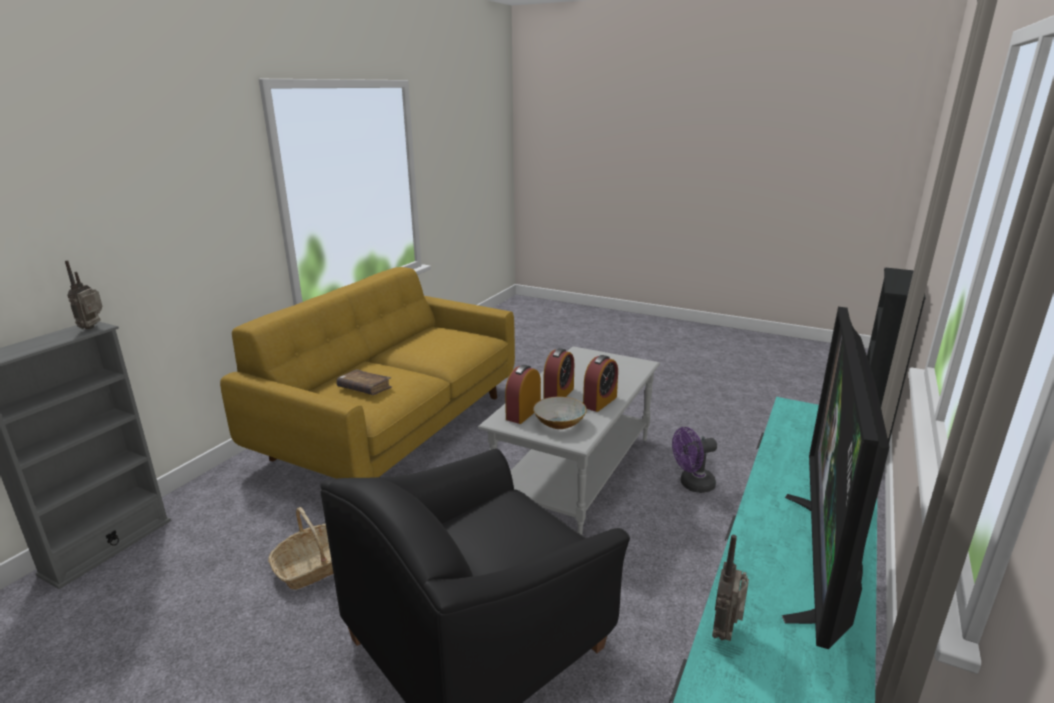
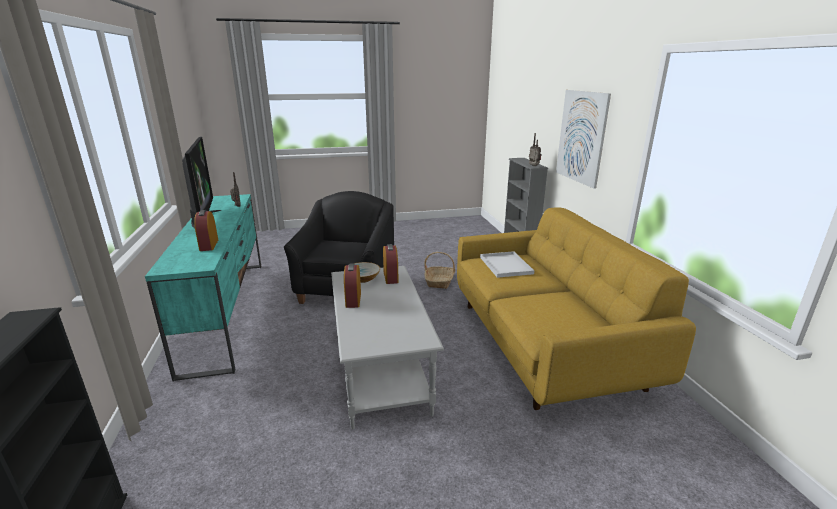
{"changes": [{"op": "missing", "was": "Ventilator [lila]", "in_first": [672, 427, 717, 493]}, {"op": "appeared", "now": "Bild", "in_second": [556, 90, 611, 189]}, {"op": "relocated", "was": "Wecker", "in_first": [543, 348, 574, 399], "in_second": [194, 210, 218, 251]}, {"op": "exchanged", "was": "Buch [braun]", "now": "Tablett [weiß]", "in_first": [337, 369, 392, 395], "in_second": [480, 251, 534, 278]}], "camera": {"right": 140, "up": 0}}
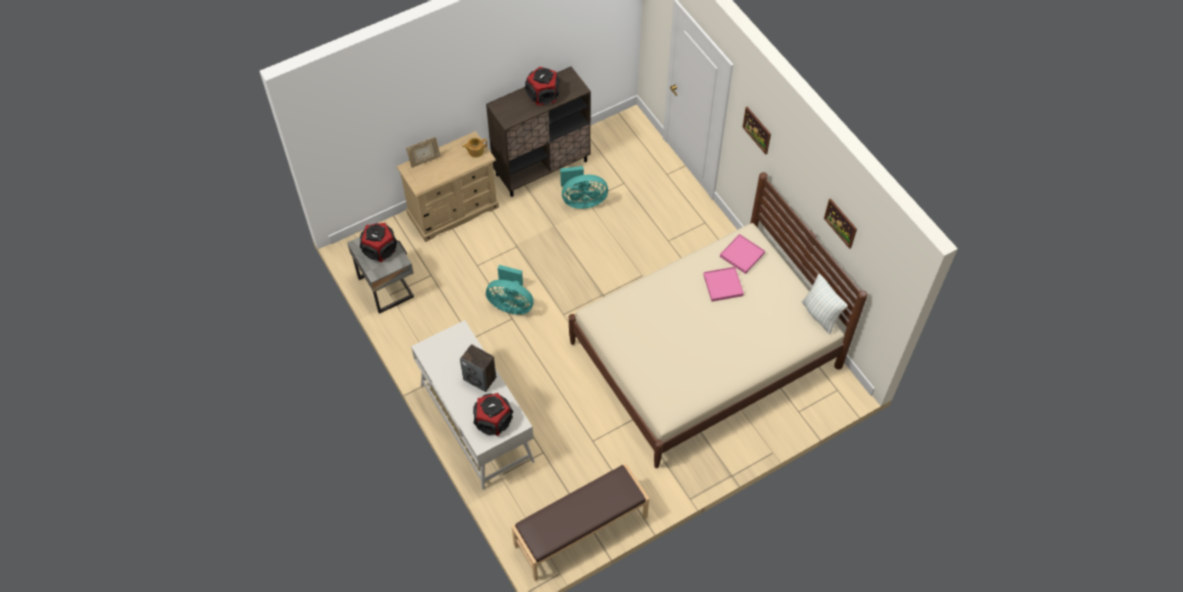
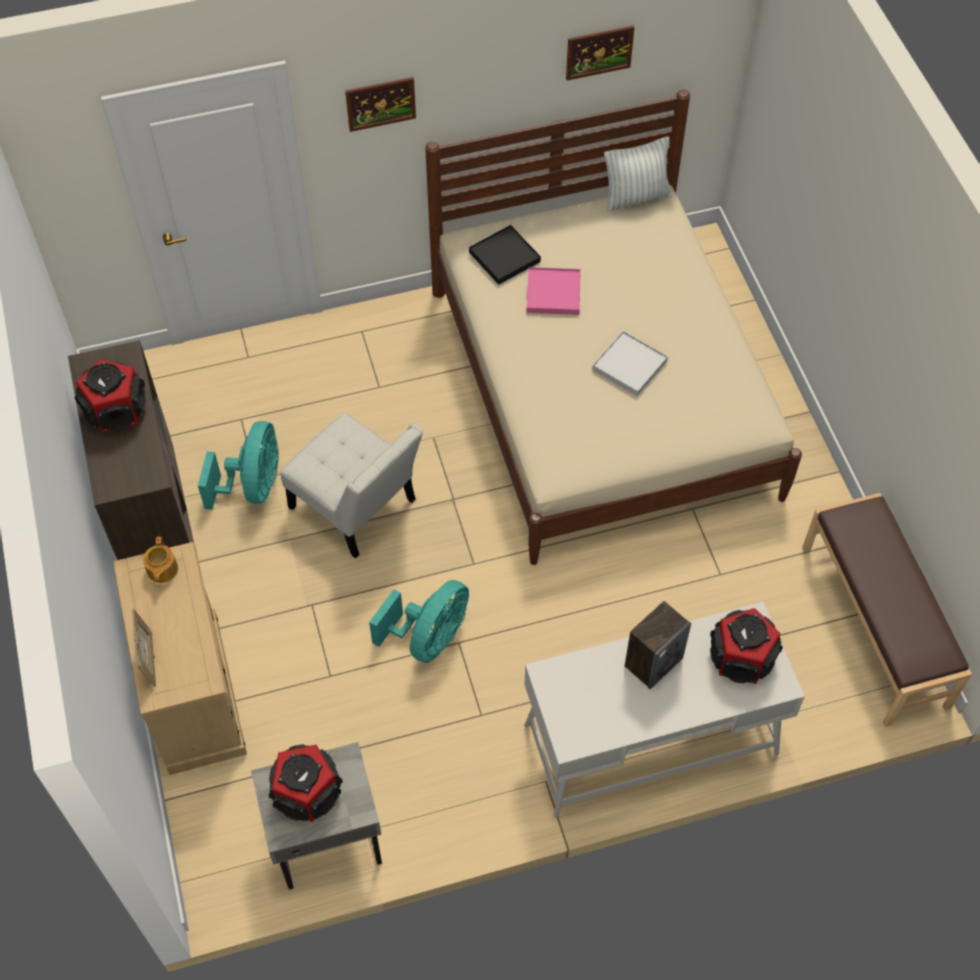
{"changes": [{"op": "appeared", "now": "Stuhl [weiß]", "in_second": [281, 413, 423, 559]}, {"op": "appeared", "now": "Tablett [weiß]", "in_second": [592, 331, 668, 396]}, {"op": "colour", "was": "Tablett [rosa]", "now": "Tablett [schwarz]", "in_first": [720, 234, 765, 274], "in_second": [469, 225, 541, 285]}], "camera": {"right": -75, "up": 0}}
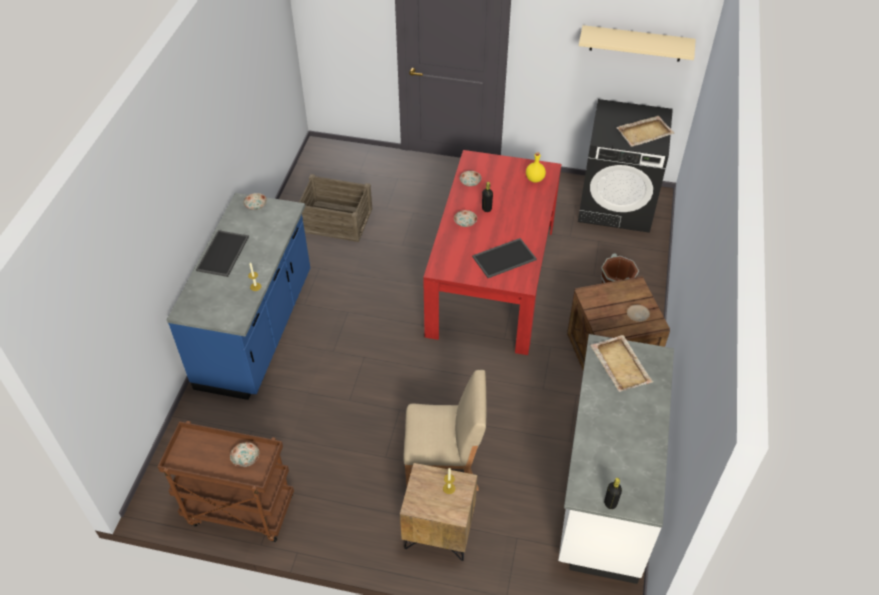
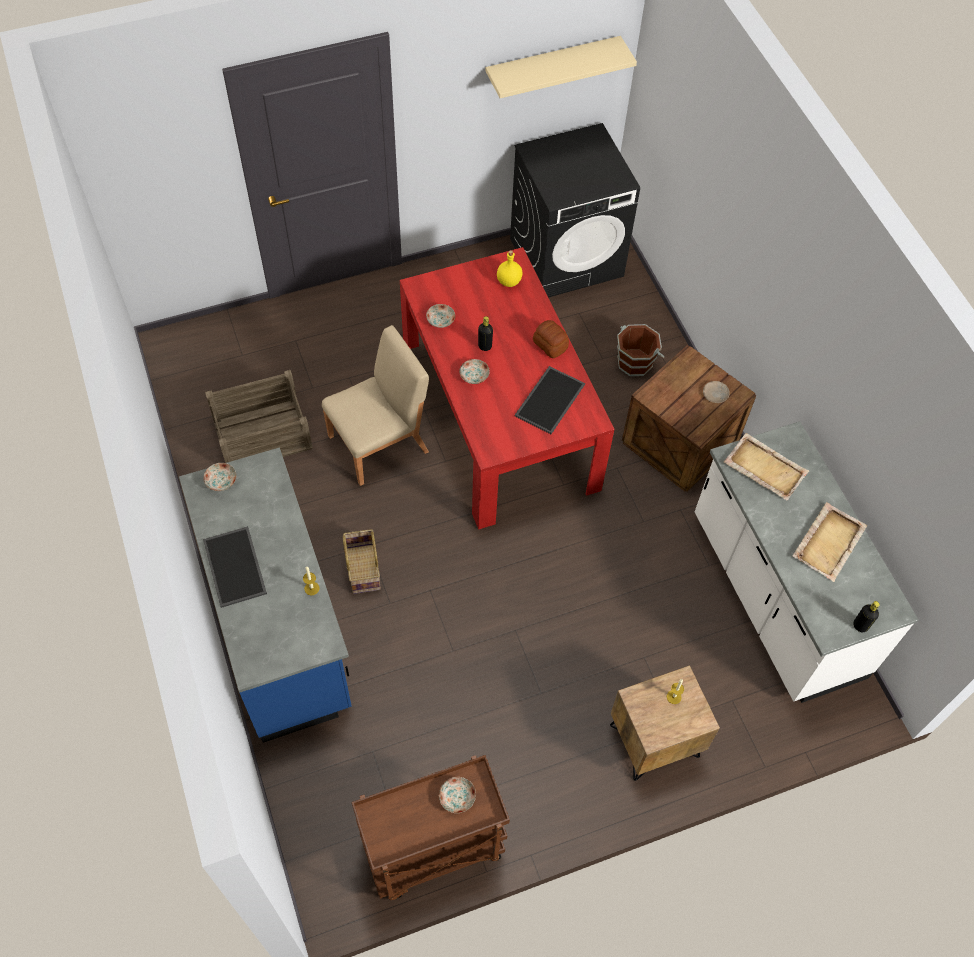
{"changes": [{"op": "appeared", "now": "Korb", "in_second": [343, 529, 381, 594]}, {"op": "appeared", "now": "Brot", "in_second": [533, 320, 569, 358]}, {"op": "relocated", "was": "Stuhl [beige]", "in_first": [403, 370, 486, 491], "in_second": [322, 325, 429, 486]}, {"op": "relocated", "was": "Tablett [beige]", "in_first": [616, 116, 674, 147], "in_second": [793, 502, 867, 582]}], "camera": {"right": -35, "up": 10}}
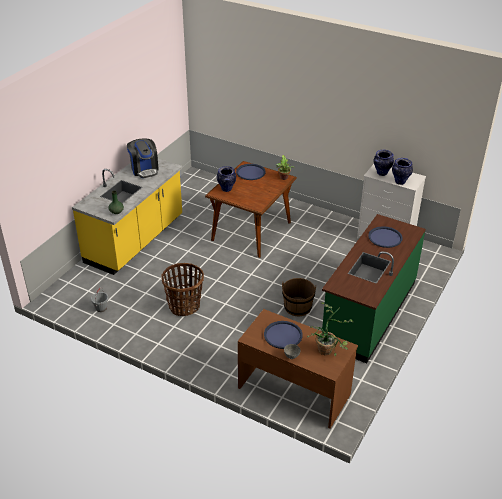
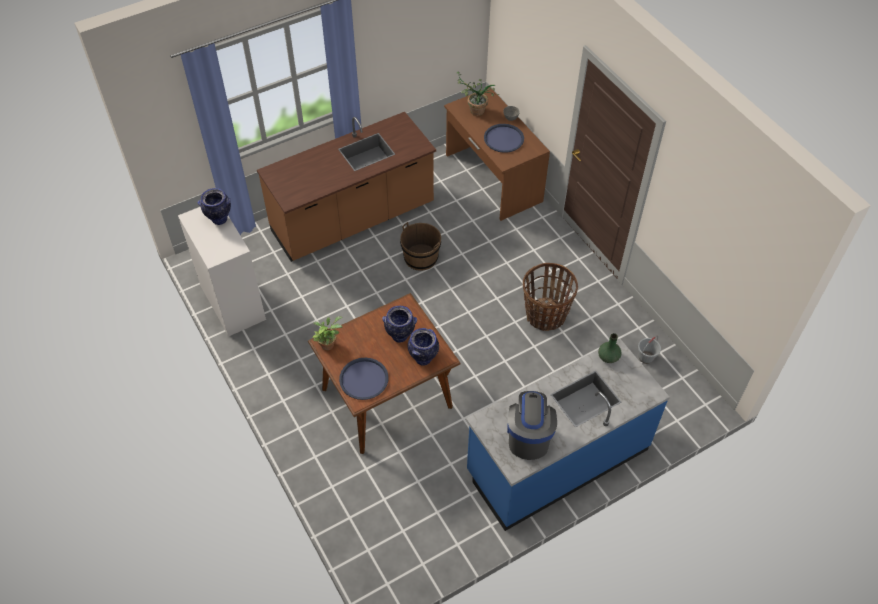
{"changes": [{"op": "missing", "was": "Tablett [blau]", "in_first": [368, 226, 403, 248]}, {"op": "relocated", "was": "Vase", "in_first": [374, 150, 394, 176], "in_second": [382, 306, 417, 343]}, {"op": "colour", "was": "Küchenzeile [gelb]", "now": "Küchenzeile [blau]", "in_first": [72, 158, 182, 275], "in_second": [466, 339, 670, 531]}, {"op": "colour", "was": "Küchenzeile [grün]", "now": "Küchenzeile [braun]", "in_first": [322, 214, 426, 363], "in_second": [257, 112, 436, 262]}], "camera": {"right": -150, "up": 15}}
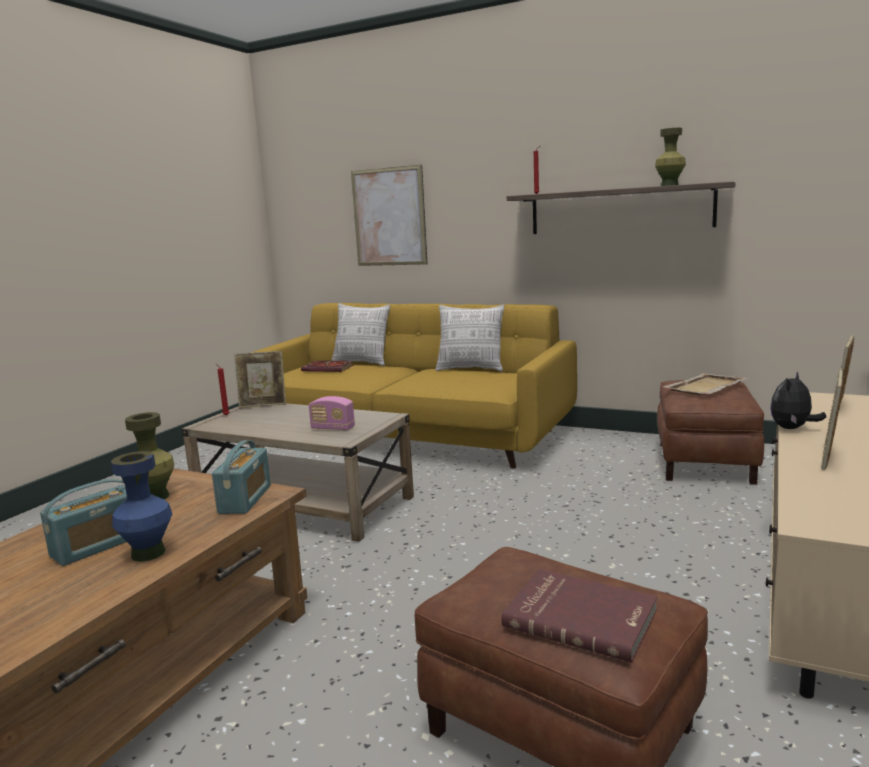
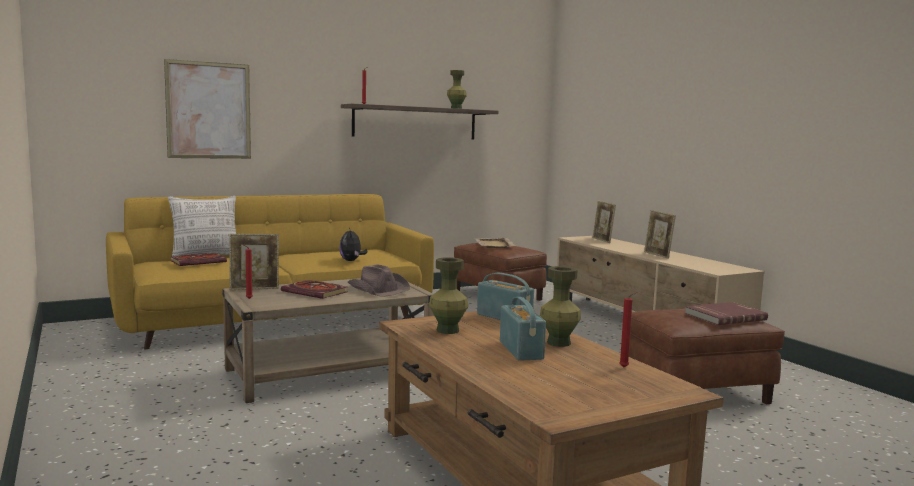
{"changes": [{"op": "missing", "was": "Kissen", "in_first": [436, 305, 504, 371]}, {"op": "appeared", "now": "Buch", "in_second": [281, 280, 347, 299]}, {"op": "appeared", "now": "Kerze [rot]", "in_second": [619, 292, 637, 367]}, {"op": "relocated", "was": "Plüschtier", "in_first": [770, 372, 826, 429], "in_second": [339, 228, 368, 261]}, {"op": "exchanged", "was": "Radio", "now": "Hut [braun]", "in_first": [309, 396, 355, 430], "in_second": [348, 264, 410, 297]}, {"op": "colour", "was": "Vase [blau]", "now": "Vase [grün]", "in_first": [111, 451, 172, 562], "in_second": [540, 266, 581, 347]}, {"op": "spun", "was": "Bilderrahmen", "in_first": [234, 351, 286, 408], "in_second": [229, 234, 279, 290], "clockwise": 45}], "camera": {"right": -55, "up": -5}}
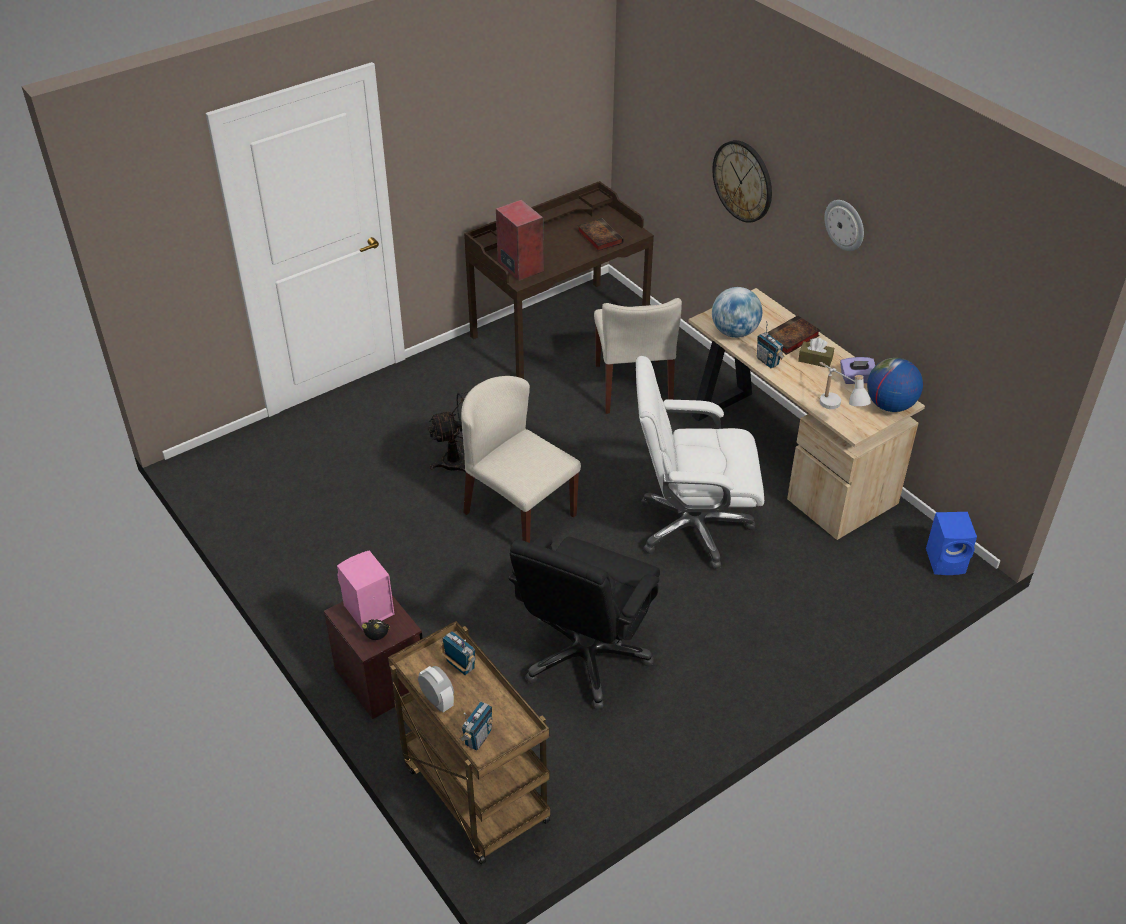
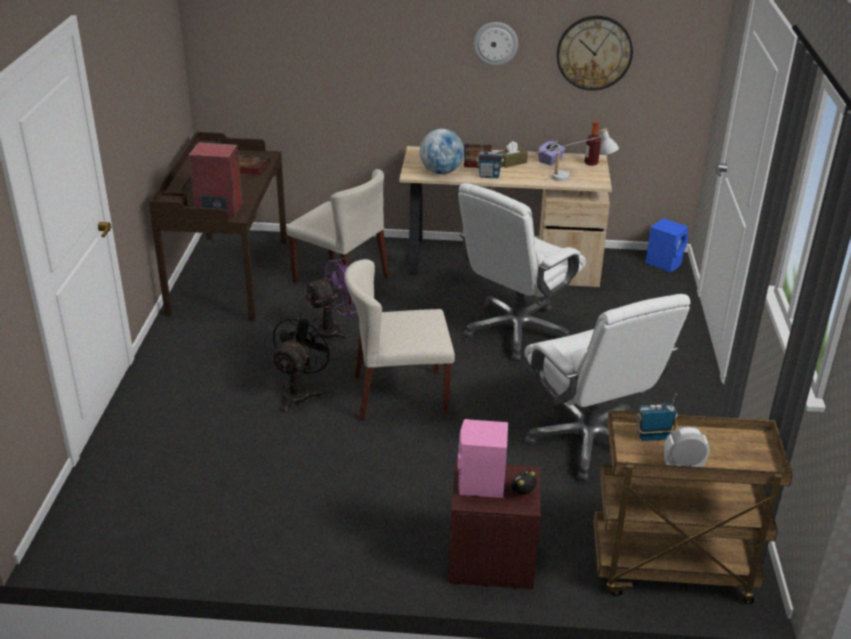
{"changes": [{"op": "missing", "was": "Radio", "in_first": [459, 702, 493, 751]}, {"op": "appeared", "now": "Ventilator [lila]", "in_second": [304, 258, 357, 340]}, {"op": "relocated", "was": "Wanduhr", "in_first": [712, 140, 772, 223], "in_second": [557, 16, 633, 91]}, {"op": "exchanged", "was": "Globus", "now": "Flasche", "in_first": [867, 358, 923, 412], "in_second": [585, 121, 601, 166]}, {"op": "colour", "was": "Bürostuhl [schwarz]", "now": "Bürostuhl [weiß]", "in_first": [509, 536, 660, 710], "in_second": [525, 294, 690, 481]}], "camera": {"right": -50, "up": -10}}
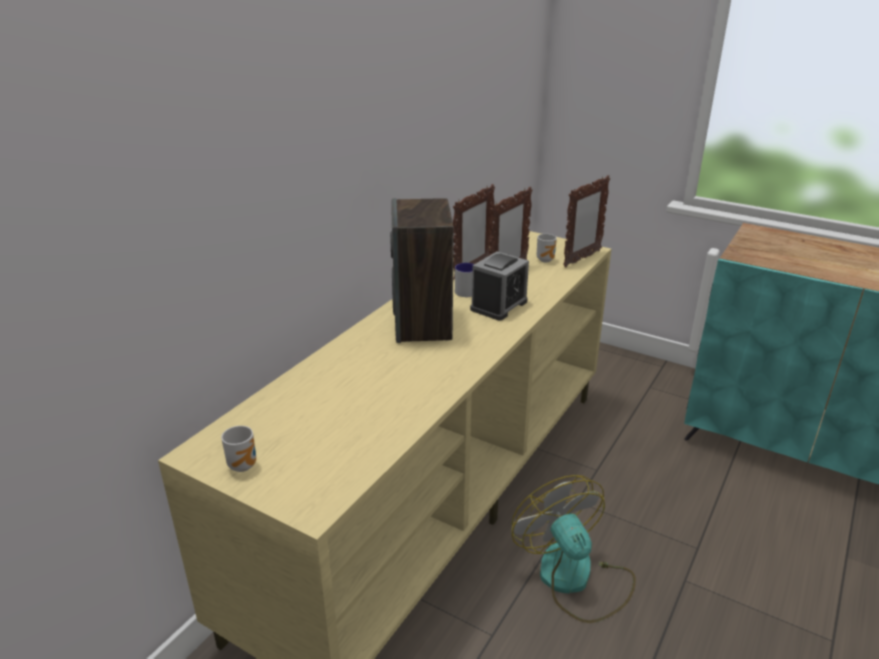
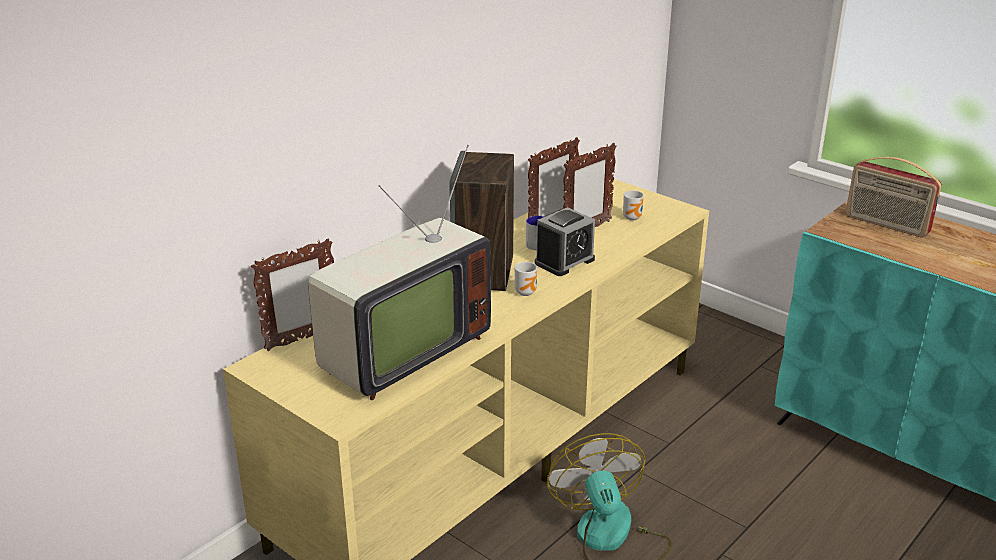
{"changes": [{"op": "appeared", "now": "Fernseher", "in_second": [308, 145, 491, 400]}, {"op": "appeared", "now": "Radio", "in_second": [846, 157, 942, 238]}, {"op": "relocated", "was": "Henkelbecher", "in_first": [221, 426, 256, 472], "in_second": [515, 262, 537, 296]}, {"op": "relocated", "was": "Bilderrahmen", "in_first": [563, 175, 610, 267], "in_second": [251, 239, 334, 351]}], "camera": {"right": 10, "up": 0}}
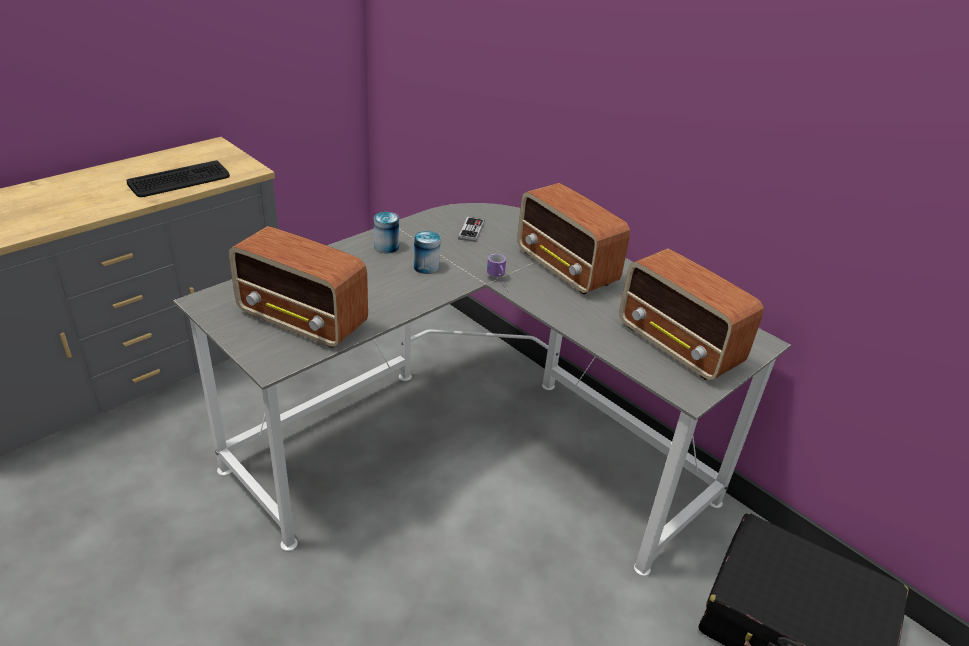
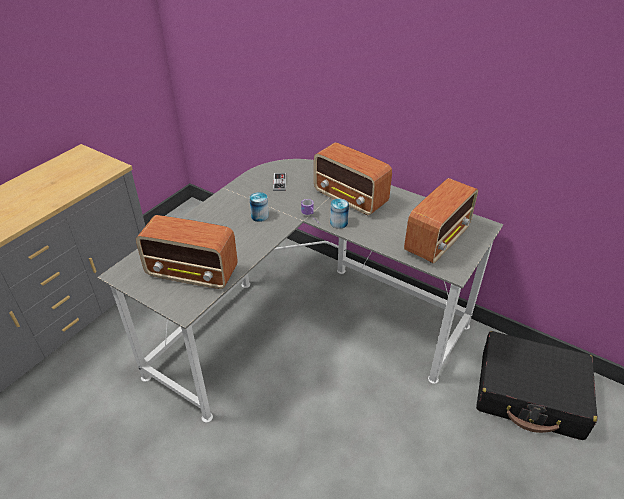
{"changes": [{"op": "missing", "was": "Tastatur", "in_first": [126, 160, 230, 197]}, {"op": "relocated", "was": "Dose", "in_first": [374, 212, 399, 253], "in_second": [330, 199, 349, 229]}, {"op": "spun", "was": "Radio", "in_first": [619, 249, 764, 380], "in_second": [404, 178, 478, 263], "clockwise": -90}], "camera": {"right": -10, "up": 5}}
